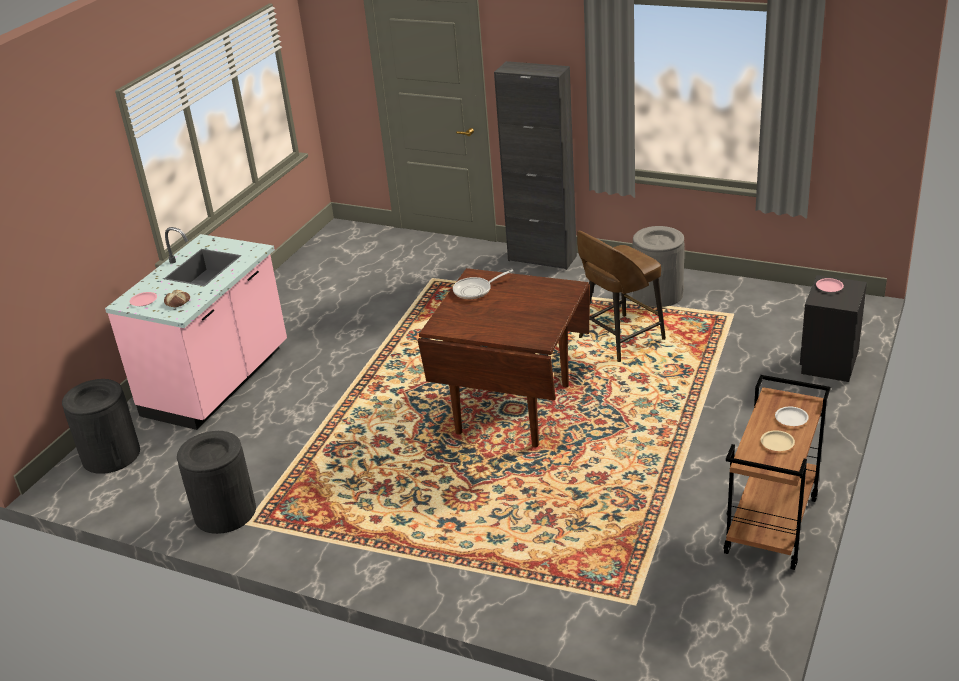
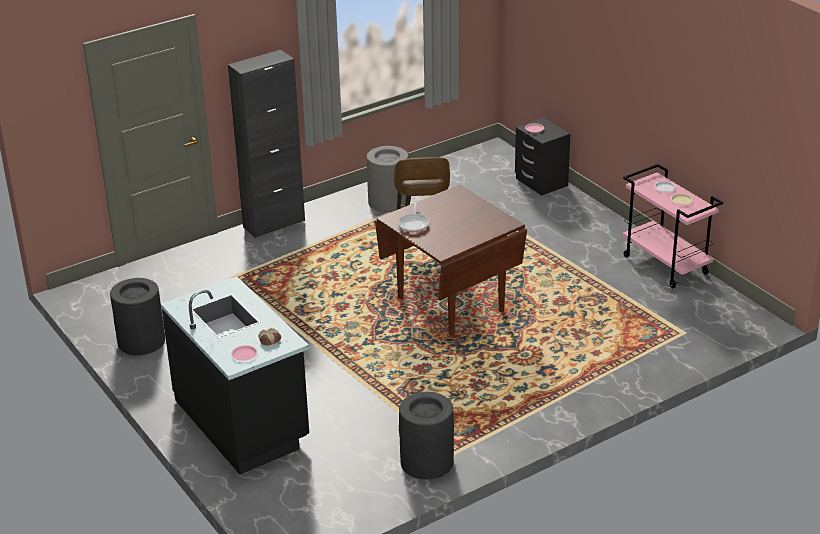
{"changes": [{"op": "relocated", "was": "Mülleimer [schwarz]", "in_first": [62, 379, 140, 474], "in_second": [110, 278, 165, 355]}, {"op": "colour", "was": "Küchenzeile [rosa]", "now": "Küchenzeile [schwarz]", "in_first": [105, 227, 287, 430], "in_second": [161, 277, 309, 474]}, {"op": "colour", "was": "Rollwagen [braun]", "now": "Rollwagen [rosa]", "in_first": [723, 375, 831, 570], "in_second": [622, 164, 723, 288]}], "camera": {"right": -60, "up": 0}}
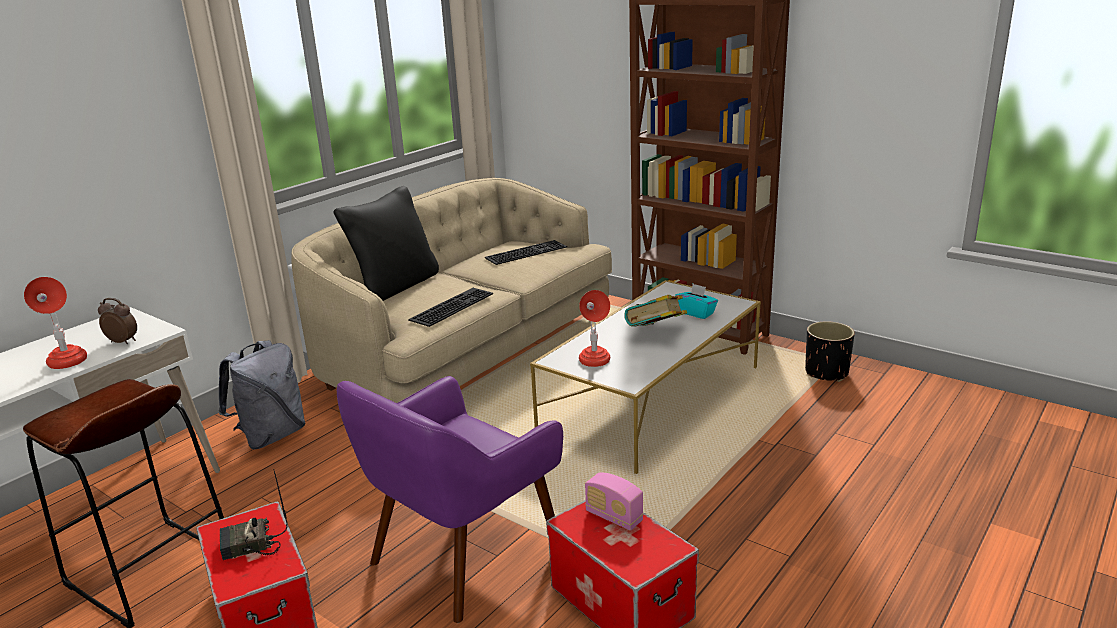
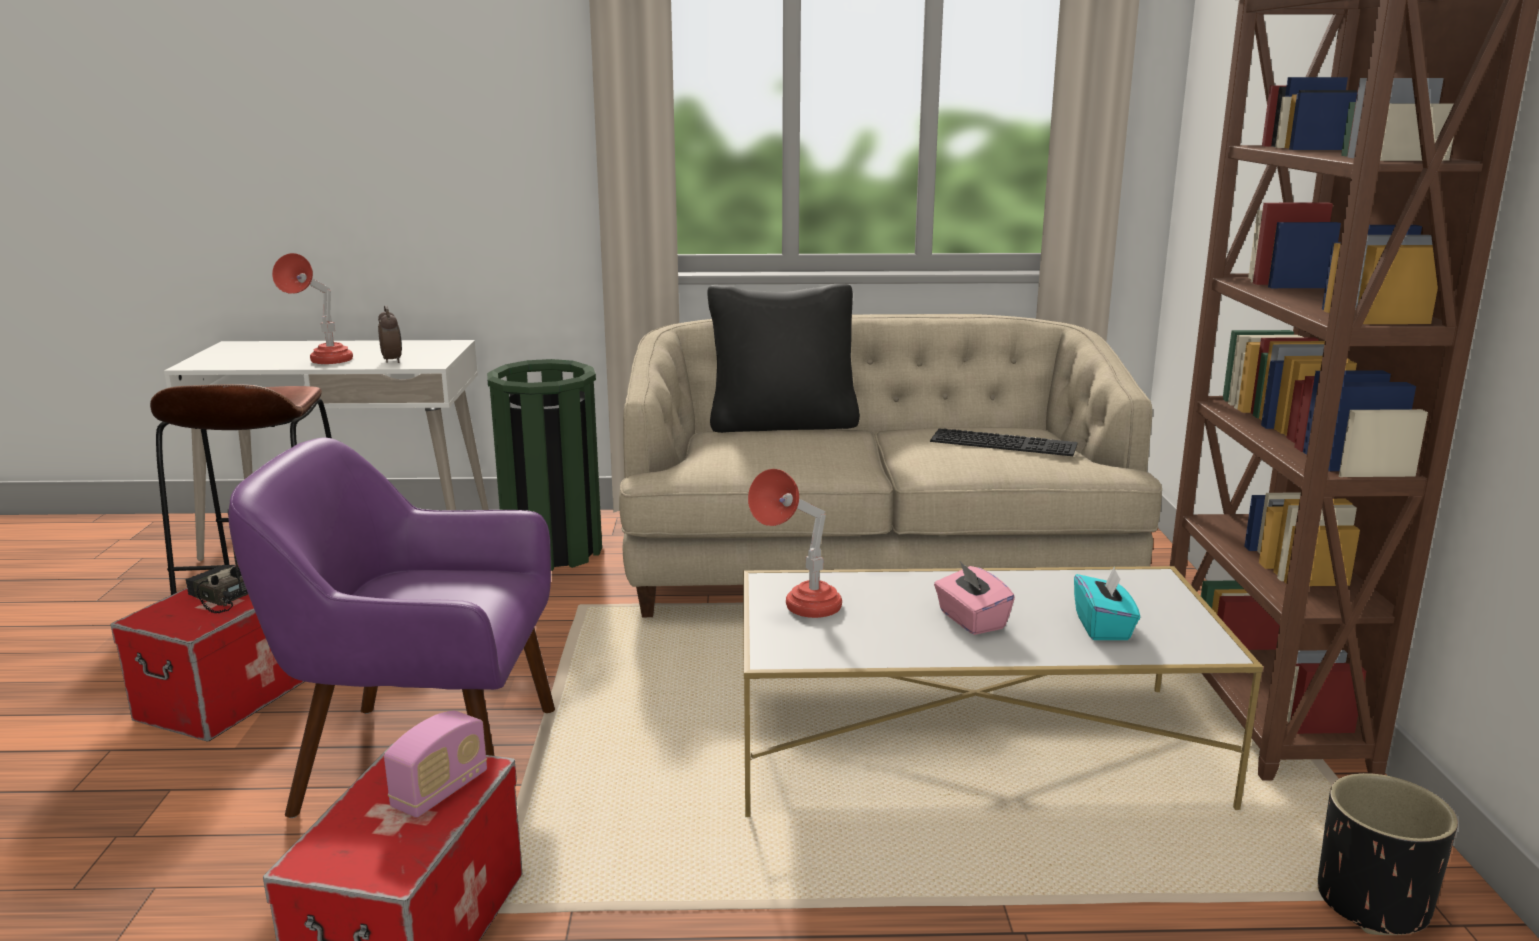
{"changes": [{"op": "missing", "was": "Tastatur", "in_first": [408, 288, 493, 327]}, {"op": "exchanged", "was": "Rucksack [grau]", "now": "Mülleimer [grün]", "in_first": [219, 340, 306, 450], "in_second": [487, 359, 602, 571]}, {"op": "exchanged", "was": "Buch", "now": "Taschentuchbox [rosa]", "in_first": [624, 295, 687, 327], "in_second": [934, 562, 1015, 635]}, {"op": "spun", "was": "Radio", "in_first": [585, 473, 644, 531], "in_second": [384, 711, 487, 818], "clockwise": -150}], "camera": {"right": 50, "up": -5}}
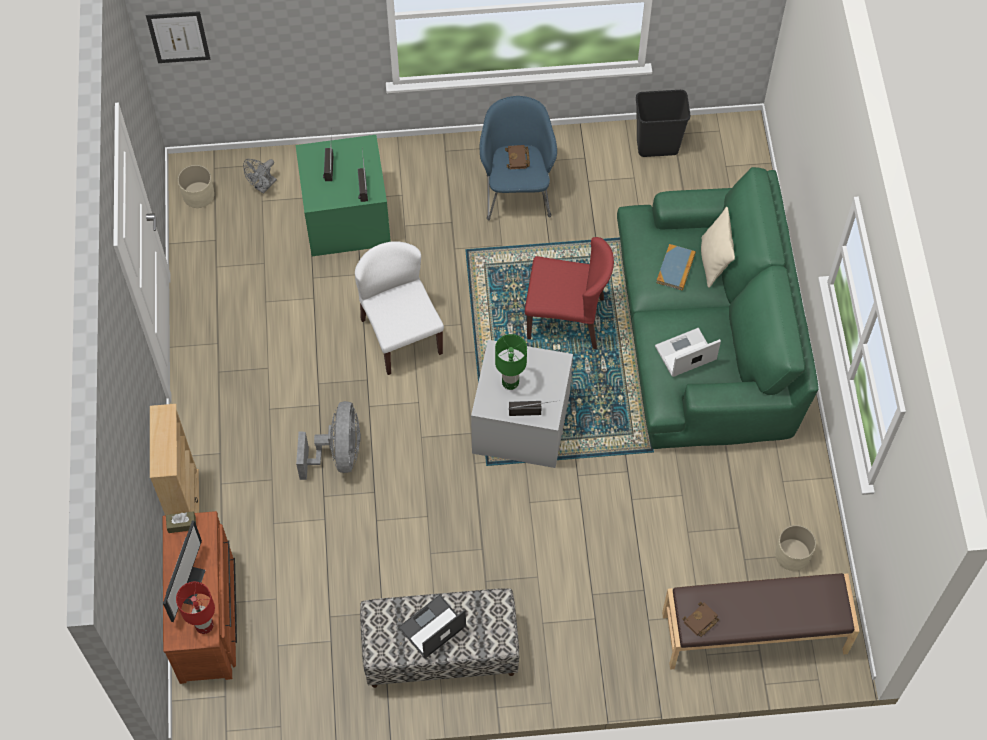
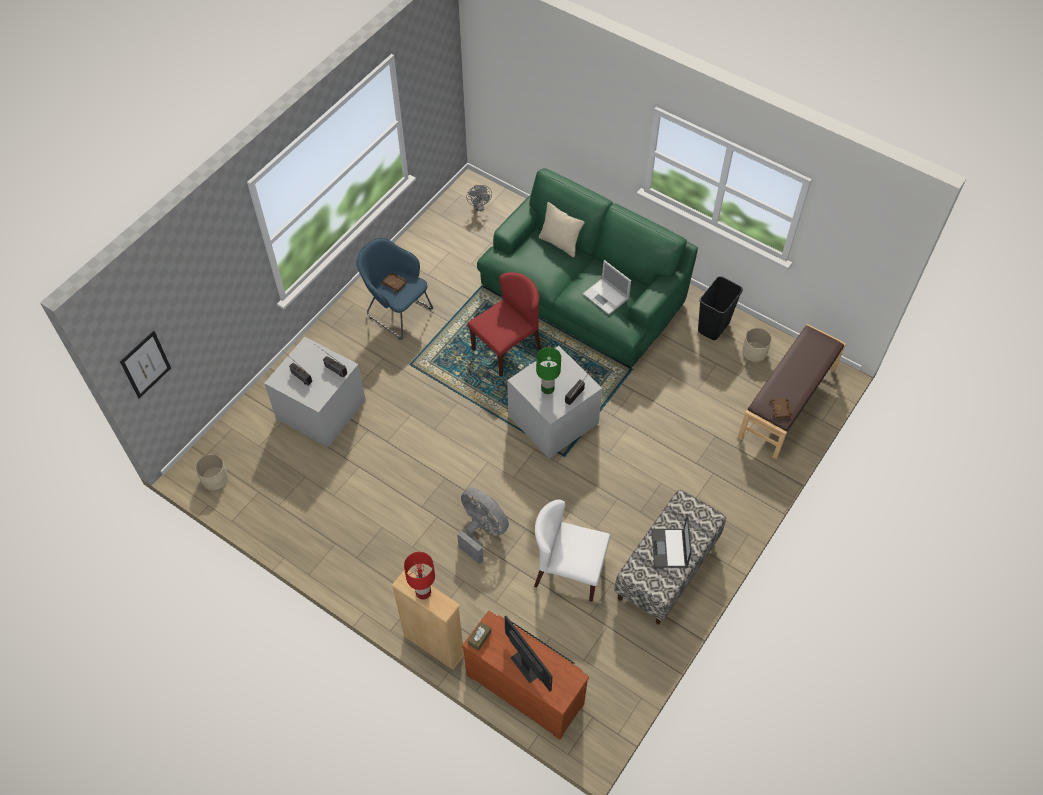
{"changes": [{"op": "missing", "was": "Buch", "in_first": [656, 244, 696, 291]}, {"op": "relocated", "was": "Tischlampe [rot]", "in_first": [176, 582, 215, 634], "in_second": [404, 552, 435, 600]}, {"op": "relocated", "was": "Ventilator [grau]", "in_first": [243, 159, 277, 194], "in_second": [467, 185, 492, 211]}, {"op": "relocated", "was": "Stuhl [weiß]", "in_first": [355, 241, 444, 375], "in_second": [534, 500, 610, 602]}, {"op": "relocated", "was": "Mülleimer [schwarz]", "in_first": [636, 90, 690, 157], "in_second": [698, 276, 743, 340]}, {"op": "colour", "was": "Aufbewahrungsbox [grün]", "now": "Aufbewahrungsbox [grau]", "in_first": [296, 135, 391, 256], "in_second": [264, 337, 366, 447]}, {"op": "spun", "was": "Laptop", "in_first": [655, 328, 721, 377], "in_second": [583, 260, 631, 314], "clockwise": -60}], "camera": {"right": -50, "up": -5}}
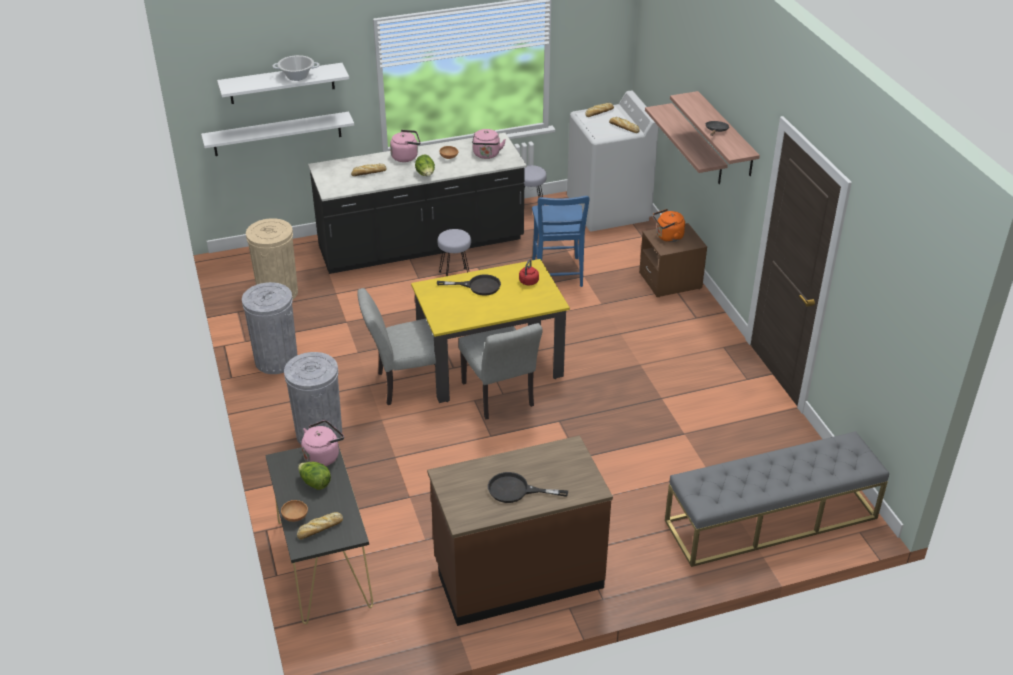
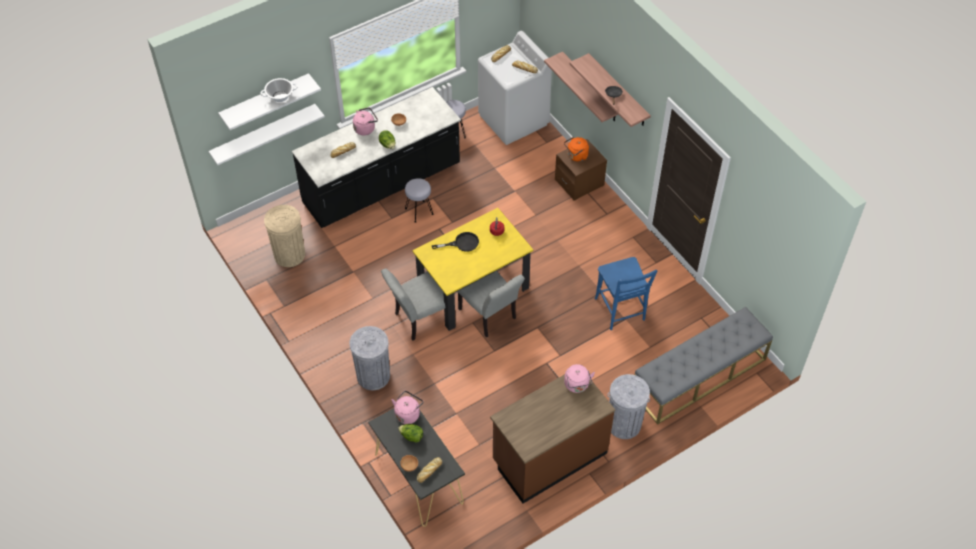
{"changes": [{"op": "missing", "was": "Pfanne [schwarz]", "in_first": [488, 472, 568, 503]}, {"op": "relocated", "was": "Mülleimer [grau]", "in_first": [242, 282, 297, 374], "in_second": [607, 374, 650, 439]}, {"op": "relocated", "was": "Wasserkessel [rosa]", "in_first": [472, 129, 506, 159], "in_second": [564, 364, 595, 393]}, {"op": "relocated", "was": "Stuhl [blau]", "in_first": [532, 196, 590, 287], "in_second": [595, 257, 657, 330]}], "camera": {"right": -15, "up": 15}}
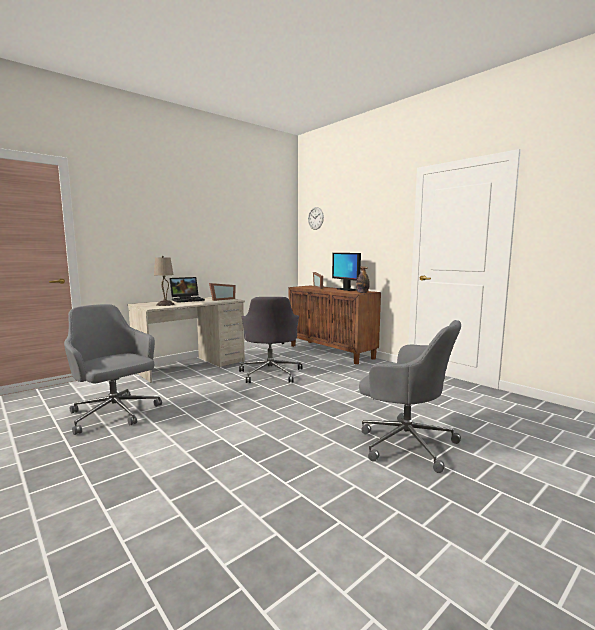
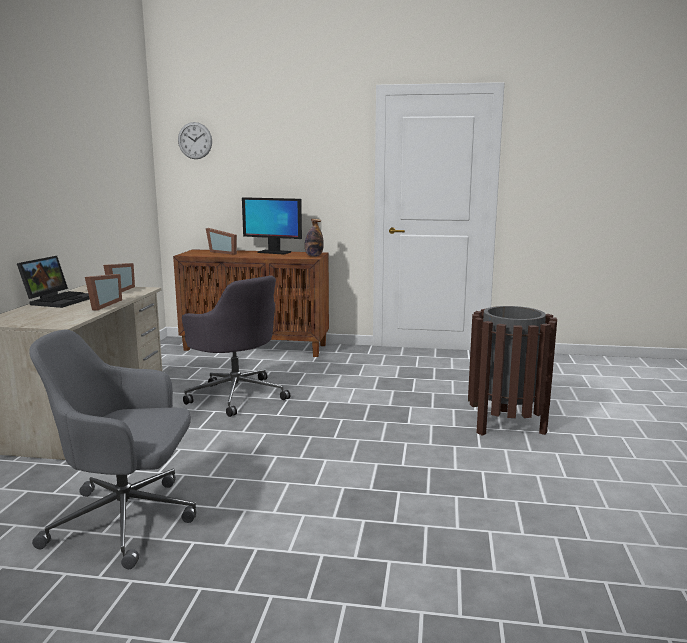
{"changes": [{"op": "missing", "was": "Tischlampe [beige]", "in_first": [154, 256, 175, 306]}, {"op": "appeared", "now": "Bilderrahmen", "in_second": [85, 274, 122, 311]}, {"op": "exchanged", "was": "Bürostuhl [grau]", "now": "Mülleimer [braun]", "in_first": [359, 320, 461, 473], "in_second": [468, 306, 557, 436]}], "camera": {"right": -40, "up": 5}}
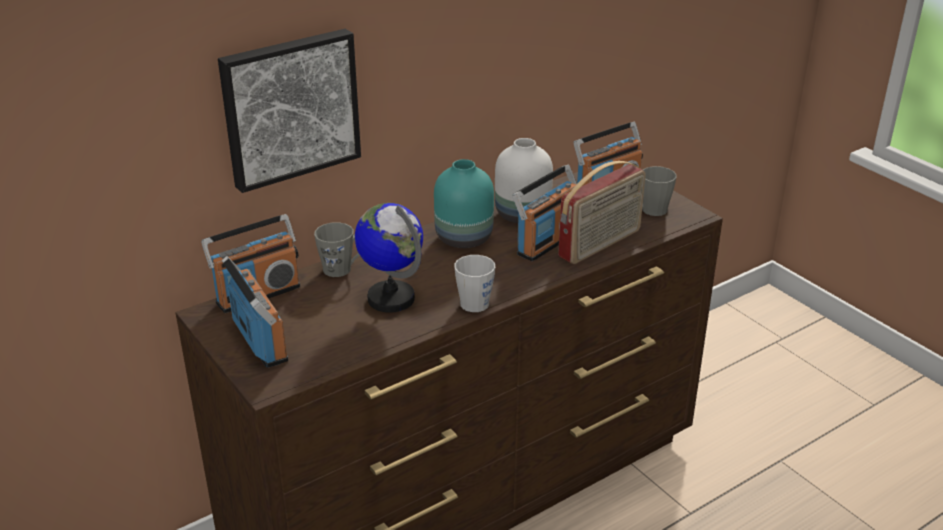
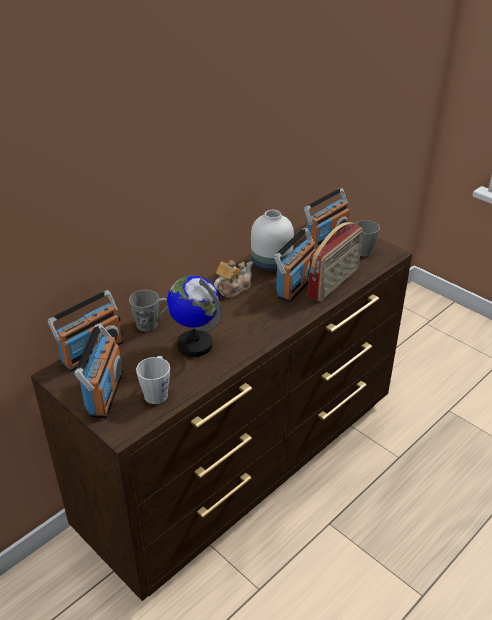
{"changes": [{"op": "missing", "was": "Bild", "in_first": [218, 29, 361, 193]}, {"op": "relocated", "was": "Henkelbecher [grau]", "in_first": [454, 255, 495, 312], "in_second": [136, 356, 170, 404]}, {"op": "exchanged", "was": "Vase [türkis]", "now": "Teekanne", "in_first": [434, 159, 494, 248], "in_second": [214, 260, 253, 298]}, {"op": "spun", "was": "Radio", "in_first": [221, 256, 288, 368], "in_second": [74, 323, 123, 419], "clockwise": 45}], "camera": {"right": -10, "up": 5}}
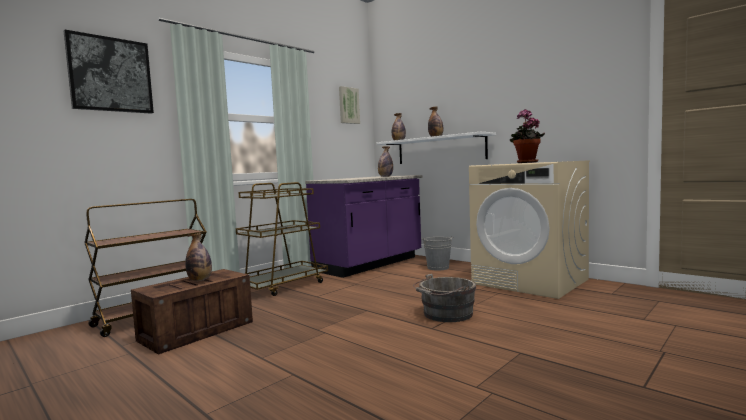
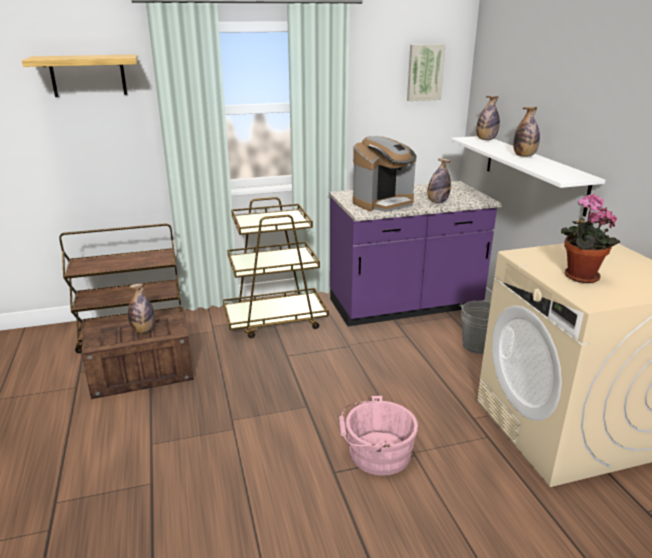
{"changes": [{"op": "appeared", "now": "Kaffeemaschine", "in_second": [353, 136, 417, 212]}, {"op": "exchanged", "was": "Bild", "now": "Wandregal", "in_first": [64, 30, 154, 114], "in_second": [22, 55, 137, 97]}, {"op": "colour", "was": "Eimer [grau]", "now": "Eimer [rosa]", "in_first": [413, 274, 476, 322], "in_second": [339, 396, 418, 476]}], "camera": {"right": 30, "up": 20}}
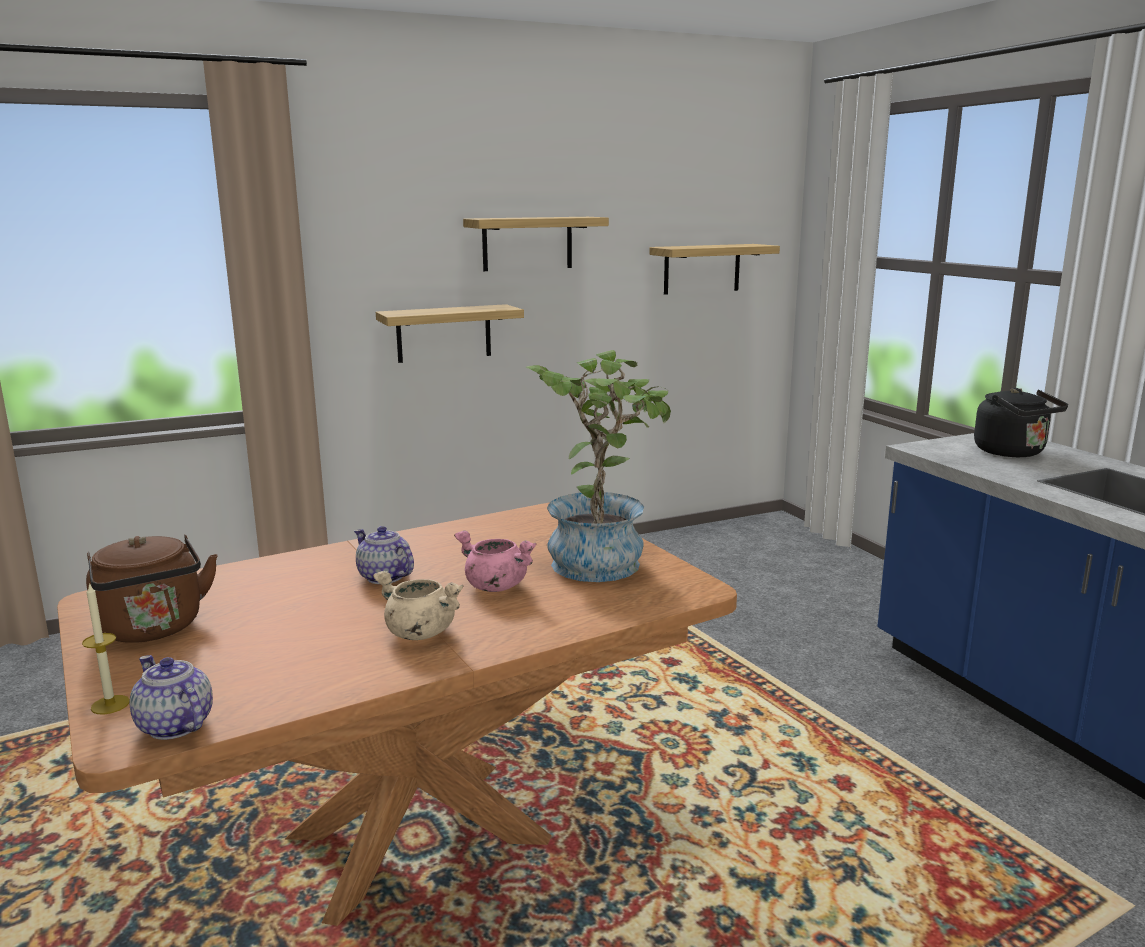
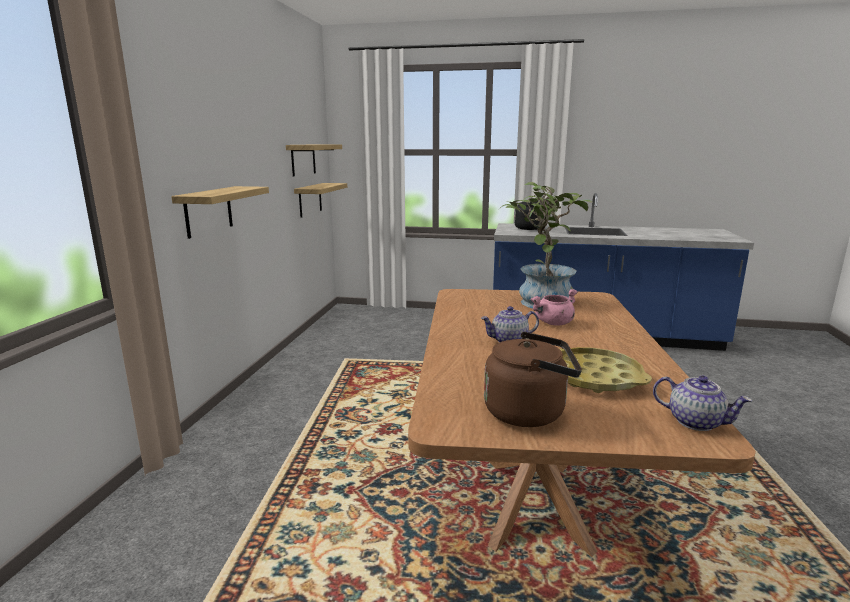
{"changes": [{"op": "missing", "was": "Kerze", "in_first": [82, 583, 130, 714]}, {"op": "missing", "was": "Kochtopf [beige]", "in_first": [373, 571, 464, 640]}, {"op": "appeared", "now": "Tablett [gelb]", "in_second": [560, 347, 652, 393]}, {"op": "relocated", "was": "Wandregal", "in_first": [463, 217, 609, 271], "in_second": [294, 183, 347, 218]}, {"op": "spun", "was": "Teekanne", "in_first": [129, 655, 213, 740], "in_second": [653, 376, 752, 431], "clockwise": -135}], "camera": {"right": -55, "up": 0}}
